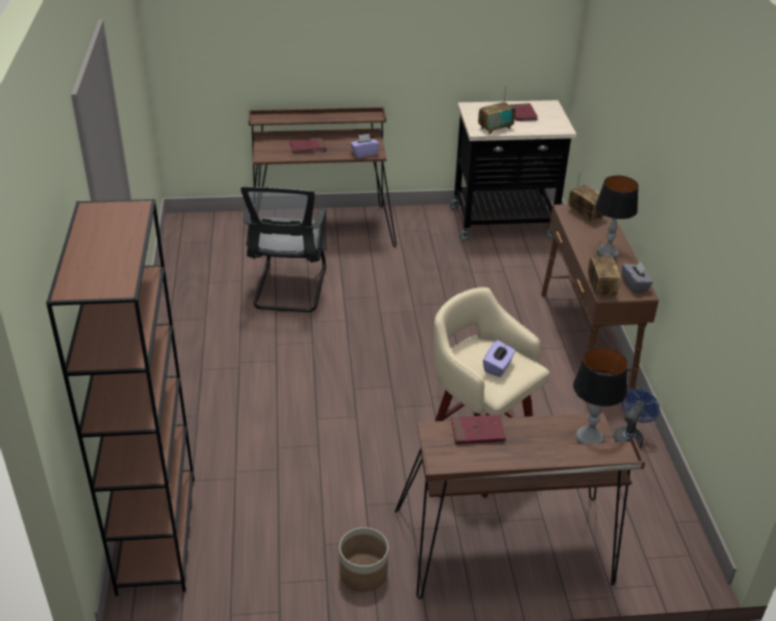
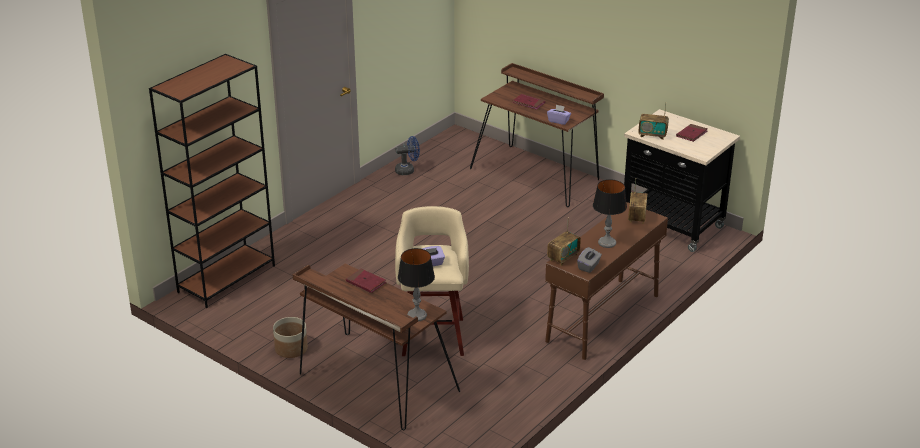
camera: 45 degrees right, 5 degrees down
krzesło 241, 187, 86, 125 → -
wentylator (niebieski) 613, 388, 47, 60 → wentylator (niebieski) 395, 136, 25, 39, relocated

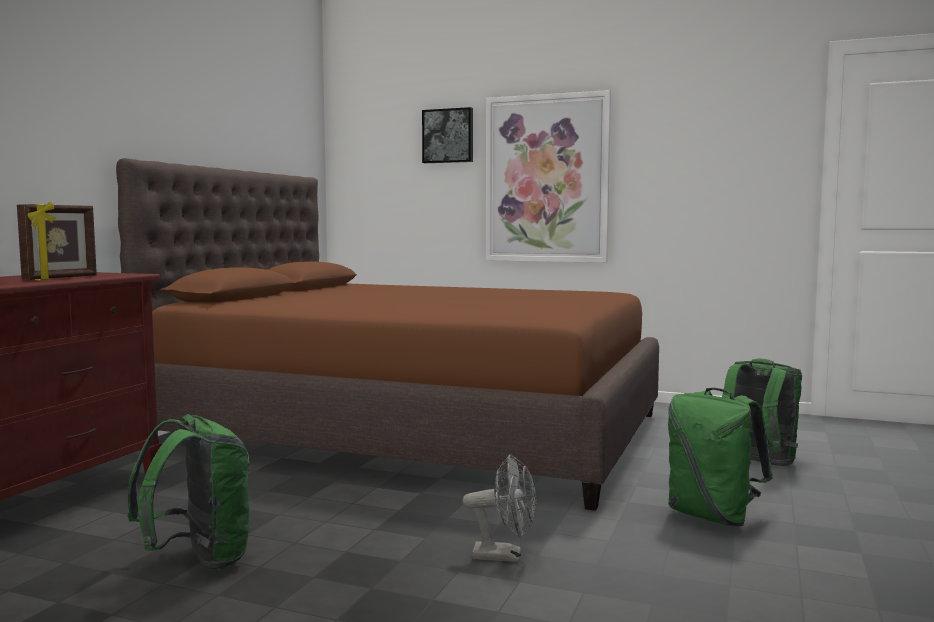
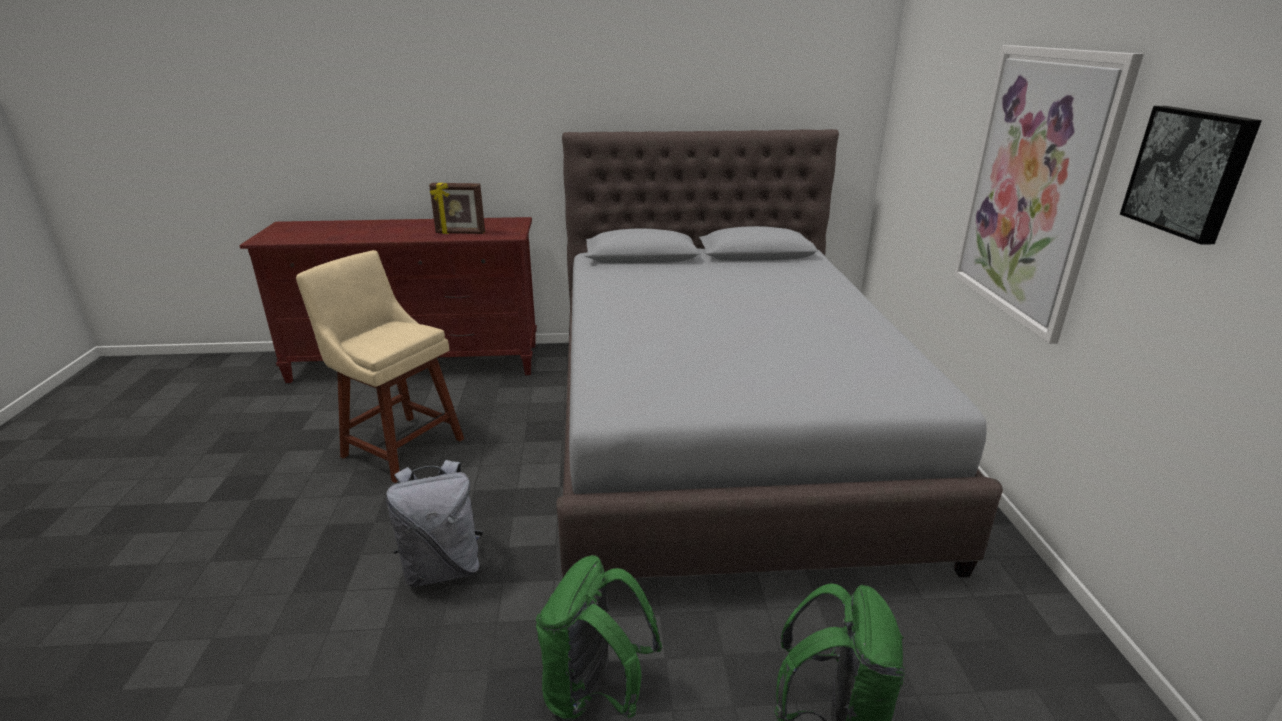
camera: 65 degrees right, 20 degrees up
obraz 422, 107, 51, 56 → obraz 1120, 106, 142, 139, relocated
łóżko (brązowy) 116, 158, 543, 353 → łóżko (szary) 556, 129, 447, 449
plecak (zielony) 128, 414, 123, 157 → krzesło (beżowy) 296, 250, 168, 233
wentylator (szary) 463, 454, 74, 108 → plecak (szary) 386, 460, 97, 127

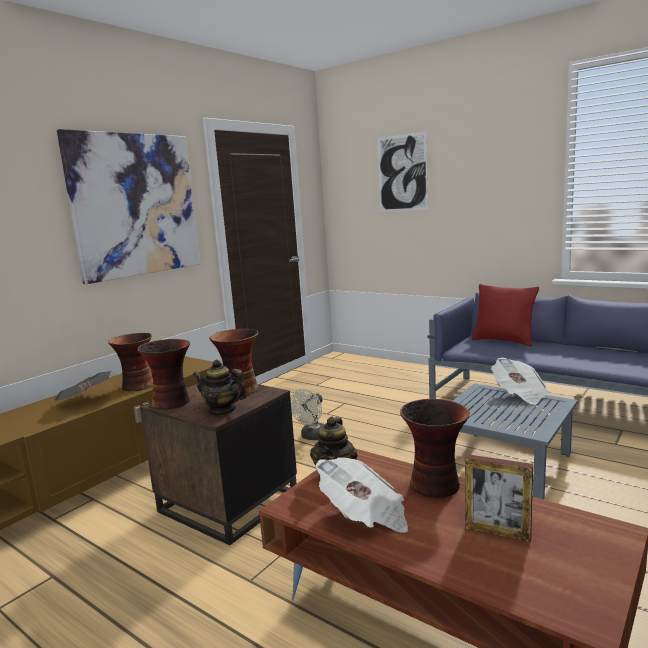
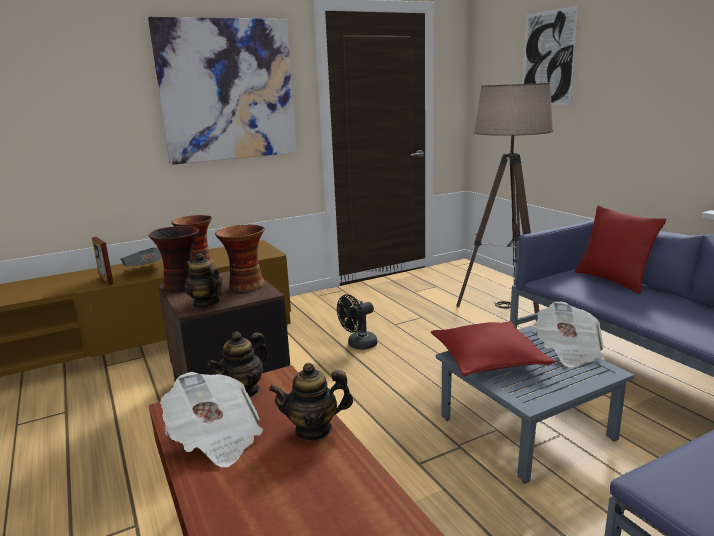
camera: 25 degrees right, 5 degrees up
wentylator (beżowy) 290, 389, 35, 51 → wentylator (czarny) 337, 295, 40, 55
wazon 400, 399, 70, 99 → imbryk 269, 363, 84, 78
ramka na zdjęcie 465, 454, 68, 88 → ramka na zdjęcie 92, 237, 22, 48, relocated
- → lampa stojąca 456, 83, 97, 239
- → poduszka (czerwony) 431, 321, 124, 55

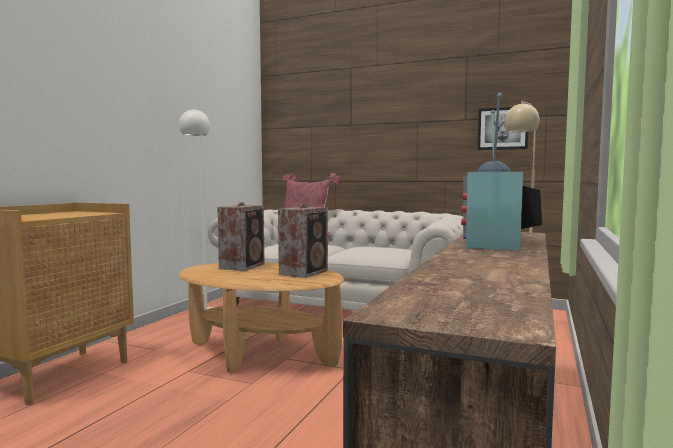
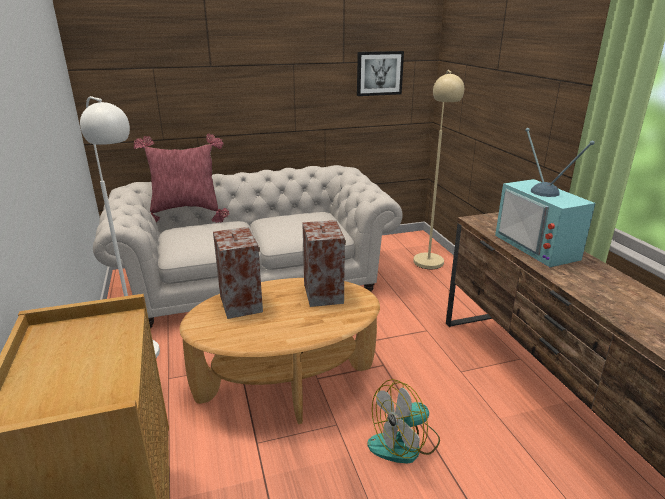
camera: 40 degrees left, 20 degrees up
- → wentylator 367, 379, 73, 85

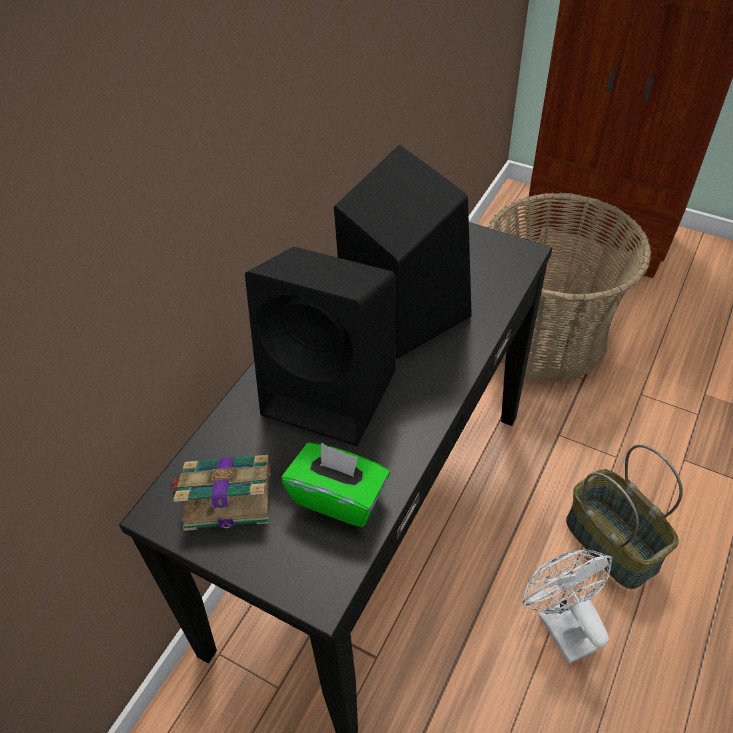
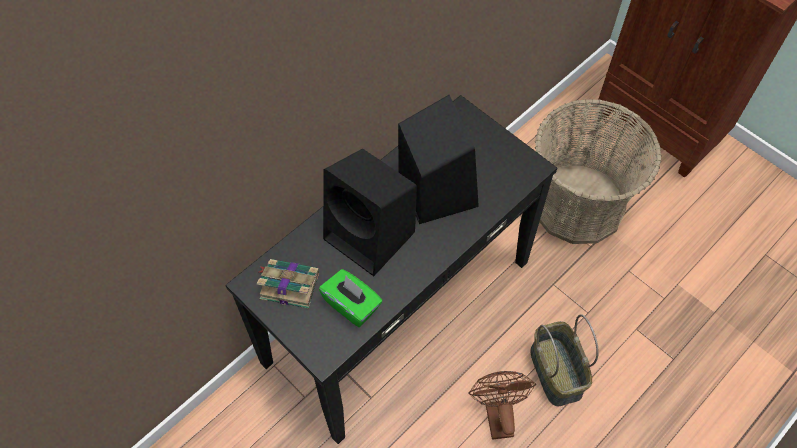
camera: 15 degrees right, 10 degrees up
wentylator (biały) 522, 549, 91, 115 → wentylator (brązowy) 468, 371, 68, 69

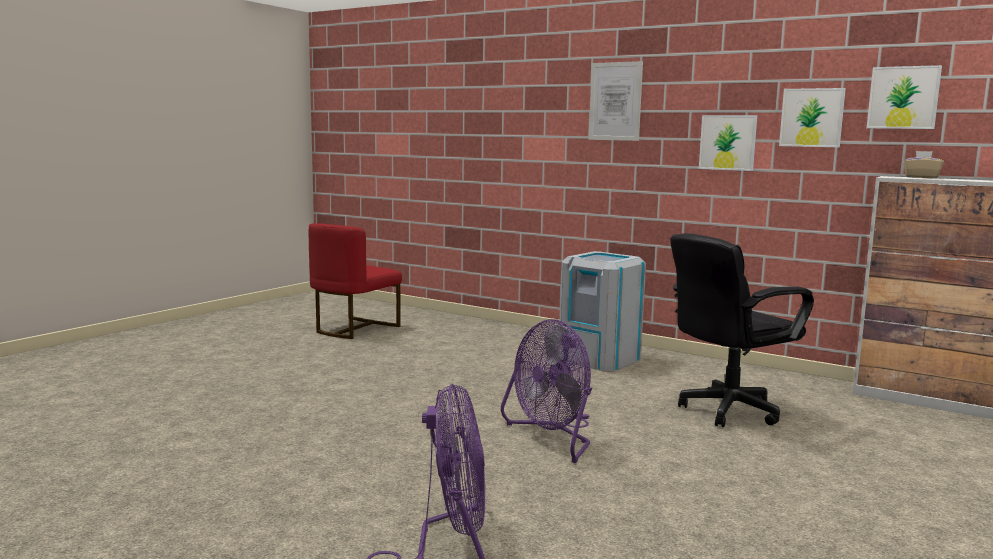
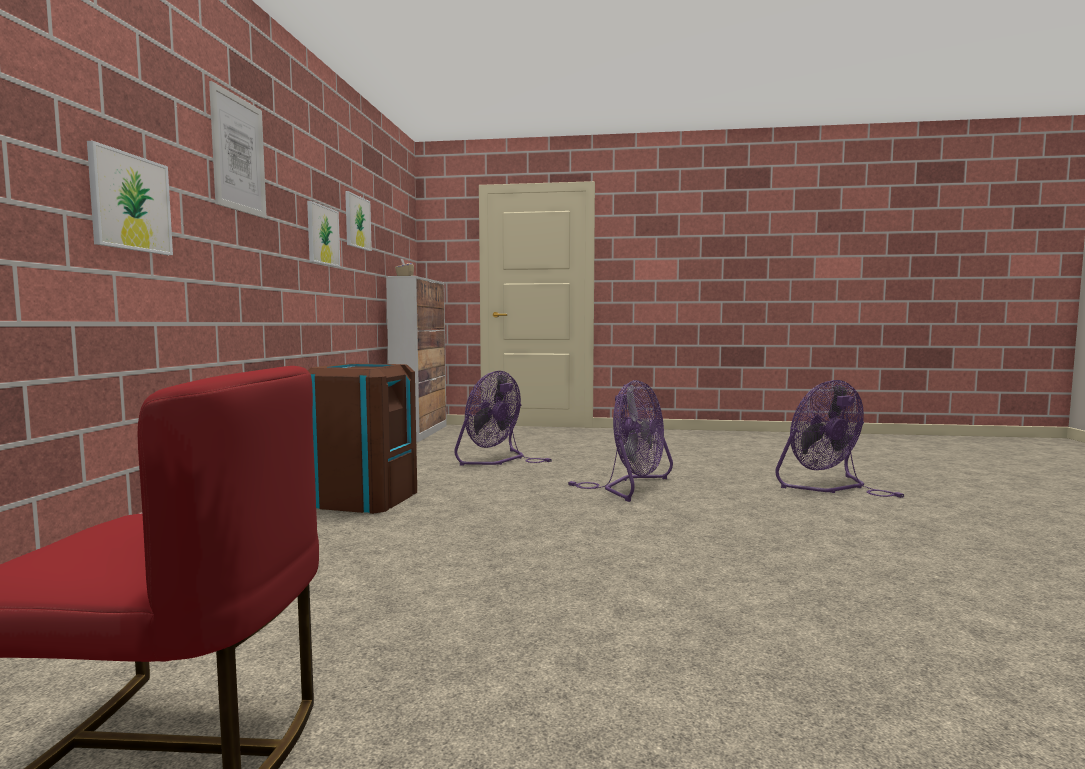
camera: 115 degrees left, 5 degrees down
obraz 867, 65, 75, 64 → obraz 87, 141, 86, 114, relocated
krzesło biurowe (czarny) 670, 233, 144, 194 → wentylator (fioletowy) 454, 371, 98, 95
kosz na śmieci (szary) 559, 251, 87, 121 → kosz na śmieci (brązowy) 308, 363, 109, 151

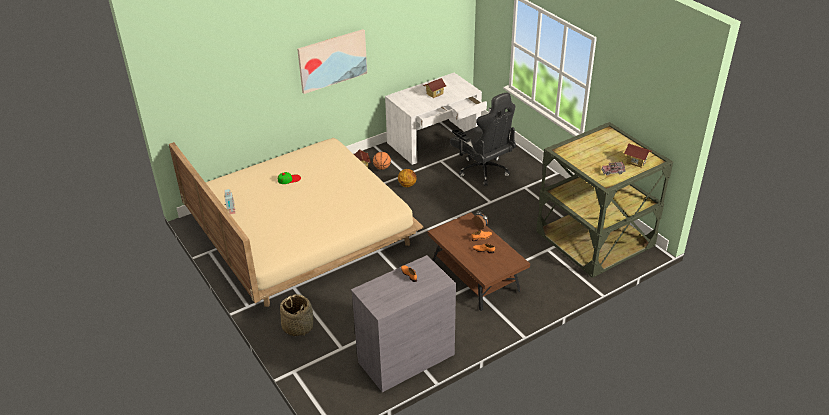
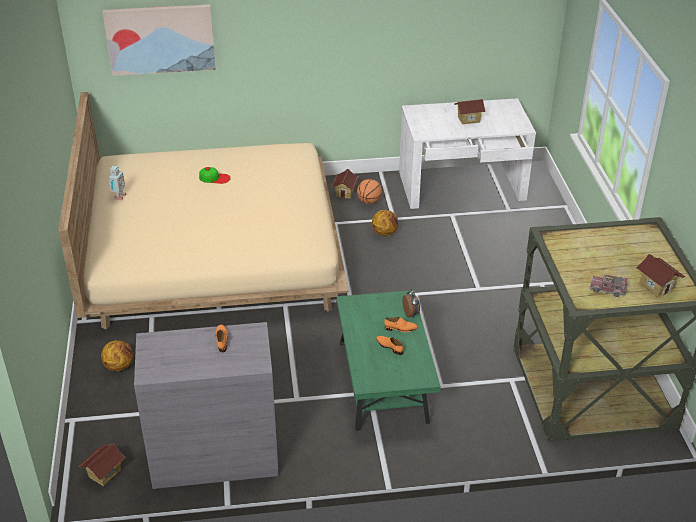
camera: 25 degrees right, 0 degrees up
obraz 297, 29, 70, 65 → obraz 103, 5, 113, 71, relocated
krzesło biurowe (czarny) 450, 92, 66, 94 → -
ława (brązowy) 428, 213, 102, 98 → ława (zielony) 336, 290, 105, 141
koszyk 280, 294, 33, 42 → piłka do koszykówki 101, 340, 32, 31
- → domek 78, 444, 48, 42

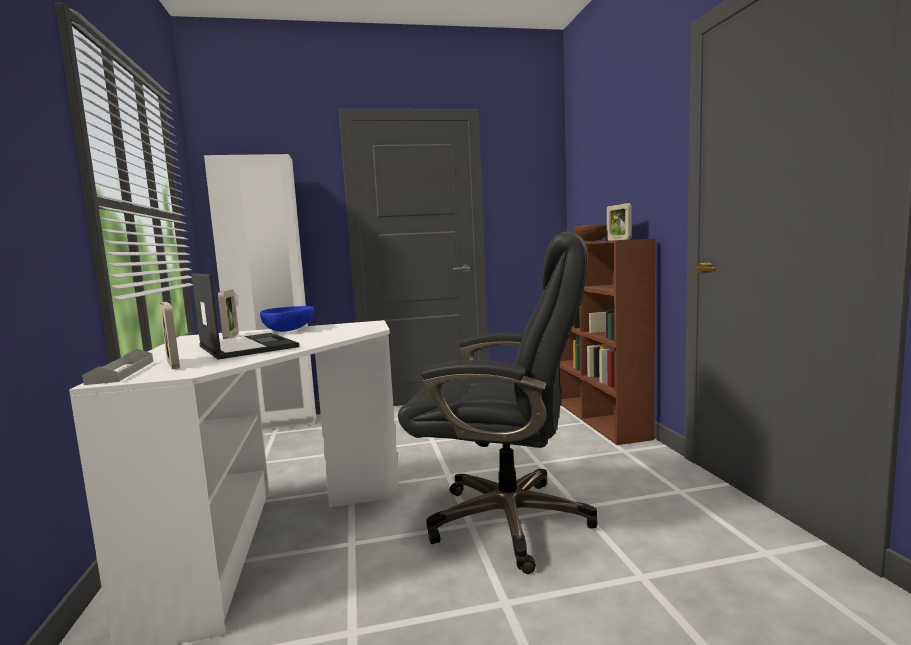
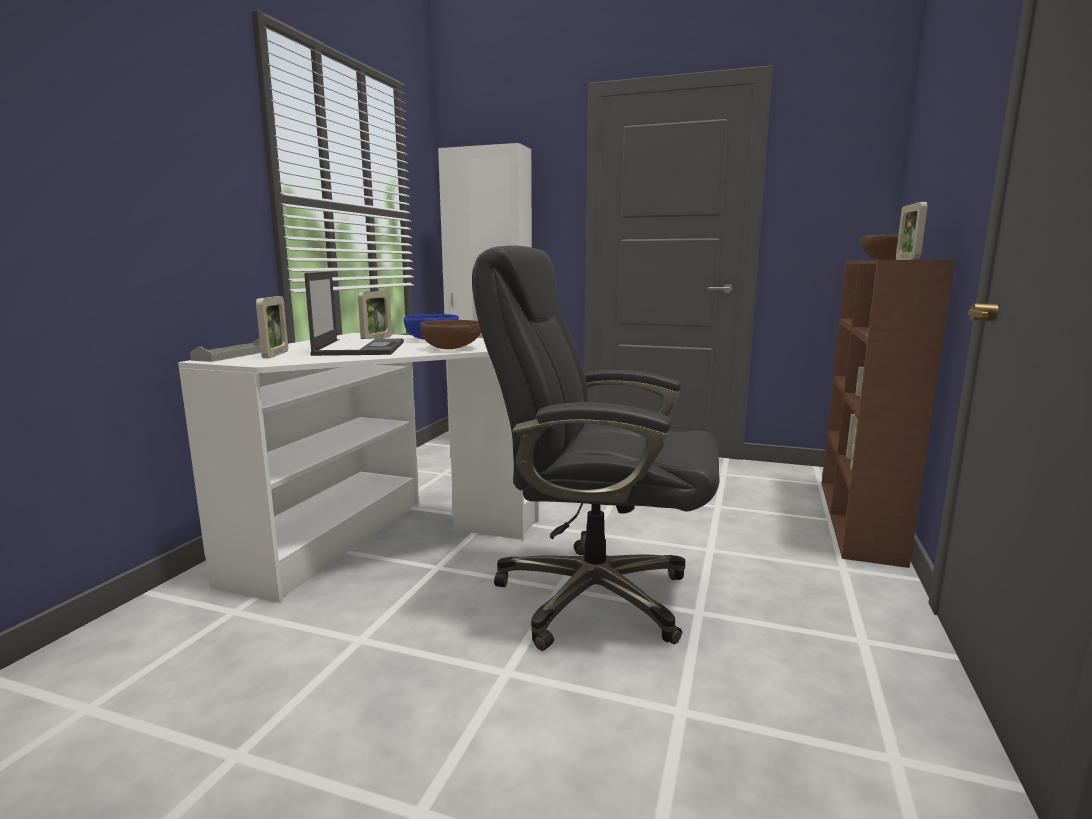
camera: 30 degrees right, 5 degrees up
krzesło biurowe (czarny) 398, 231, 200, 343 → krzesło biurowe (czarny) 472, 245, 247, 406, 150 degrees clockwise
- → miska (brązowy) 421, 320, 60, 29

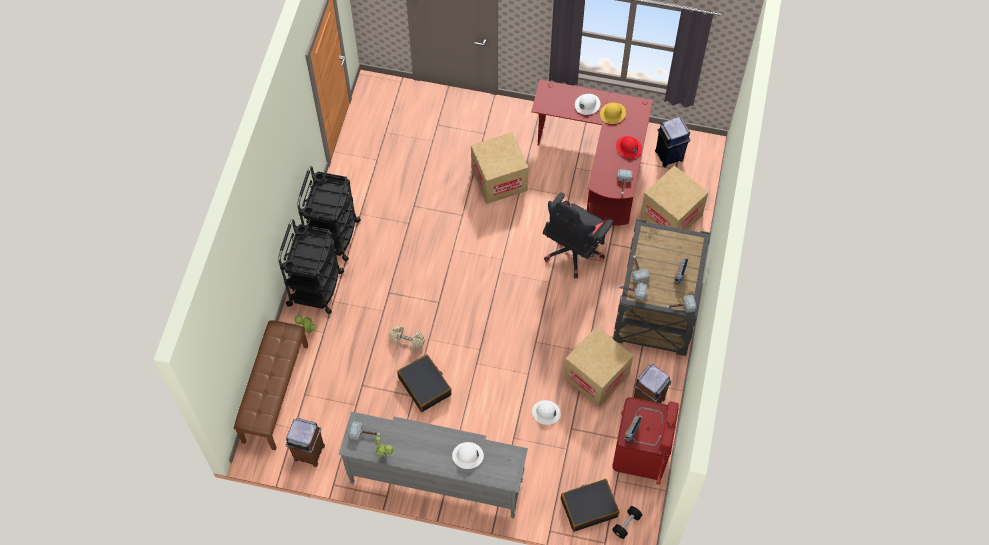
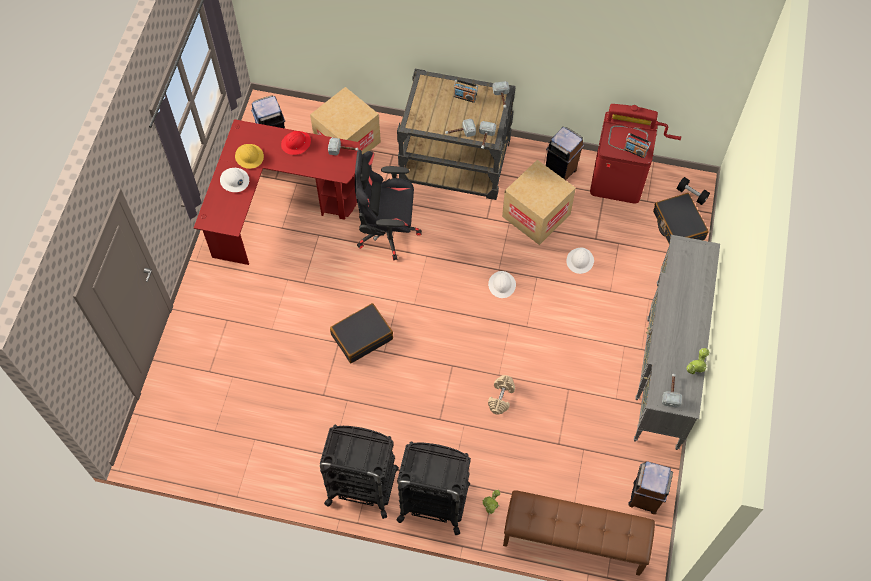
camera: 90 degrees left, 0 degrees up
karton 471, 132, 57, 72 → -
krzesło biurowe (czarny) 543, 193, 70, 86 → krzesło biurowe (czarny) 355, 150, 67, 110, 150 degrees clockwise
walizka (czarny) 397, 354, 55, 58 → walizka (czarny) 330, 303, 63, 60, relocated
kask (biały) 452, 442, 32, 27 → kask (biały) 488, 271, 28, 27, relocated

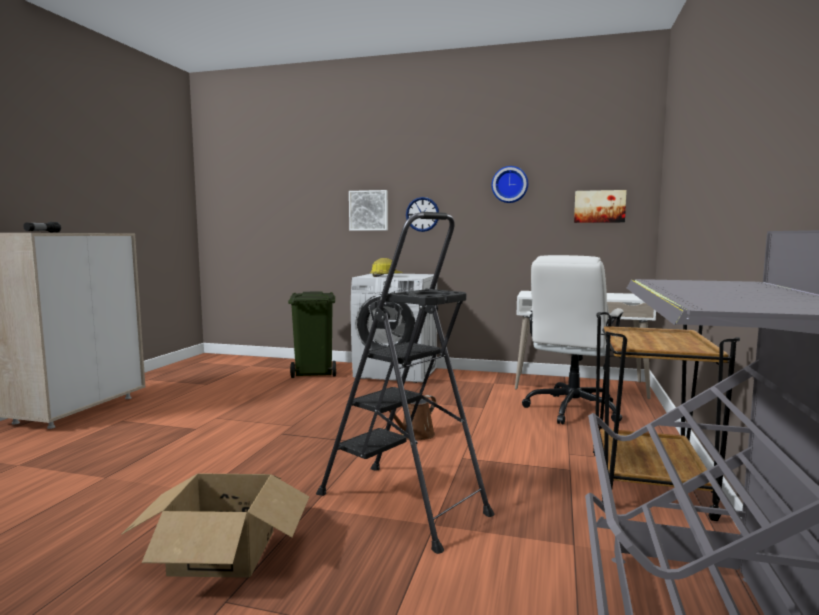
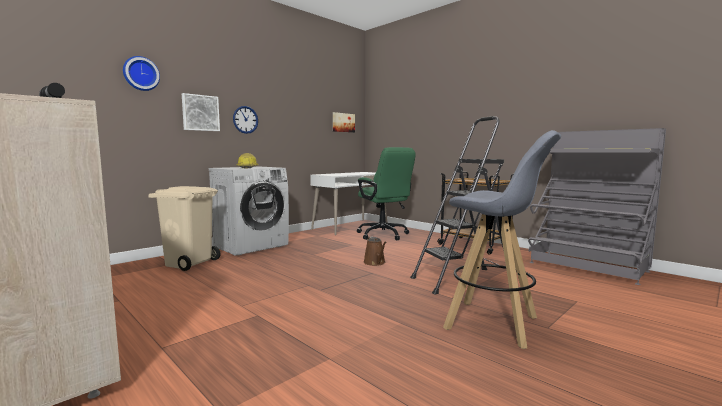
camera: 60 degrees left, 0 degrees up
zegar ścienny 492, 166, 36, 37 → zegar ścienny 123, 56, 37, 35, relocated
krzesło biurowe (biały) 522, 255, 102, 170 → krzesło biurowe (zielony) 357, 147, 59, 93
kosz na śmieci (zielony) 288, 291, 48, 87 → kosz na śmieci (beżowy) 148, 186, 72, 85
karton 121, 473, 188, 105 → stołek (szary) 443, 130, 118, 219

